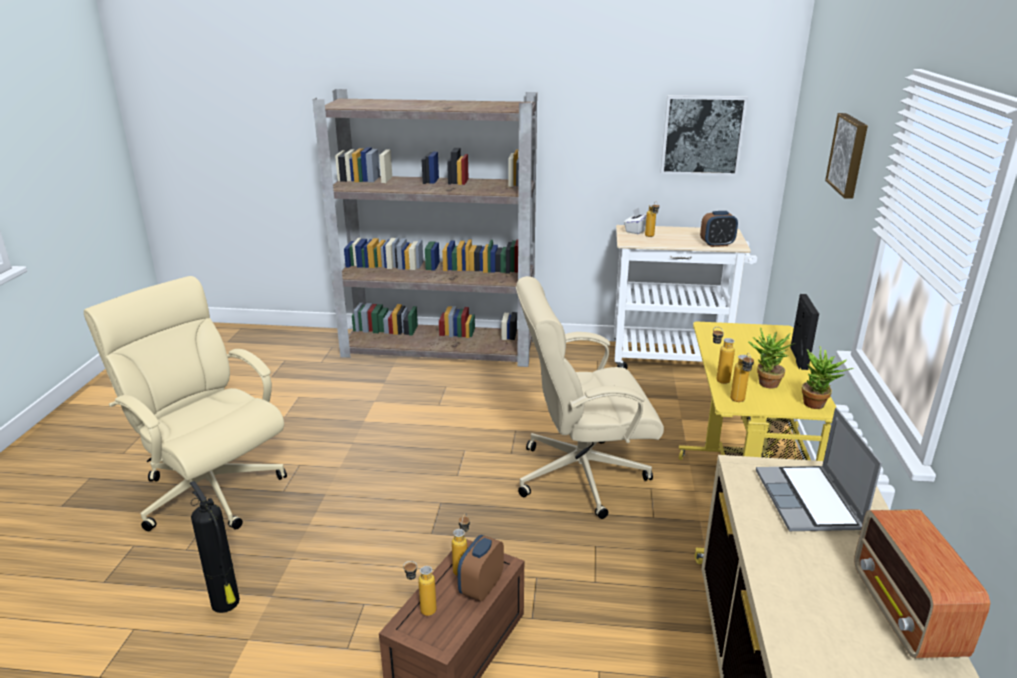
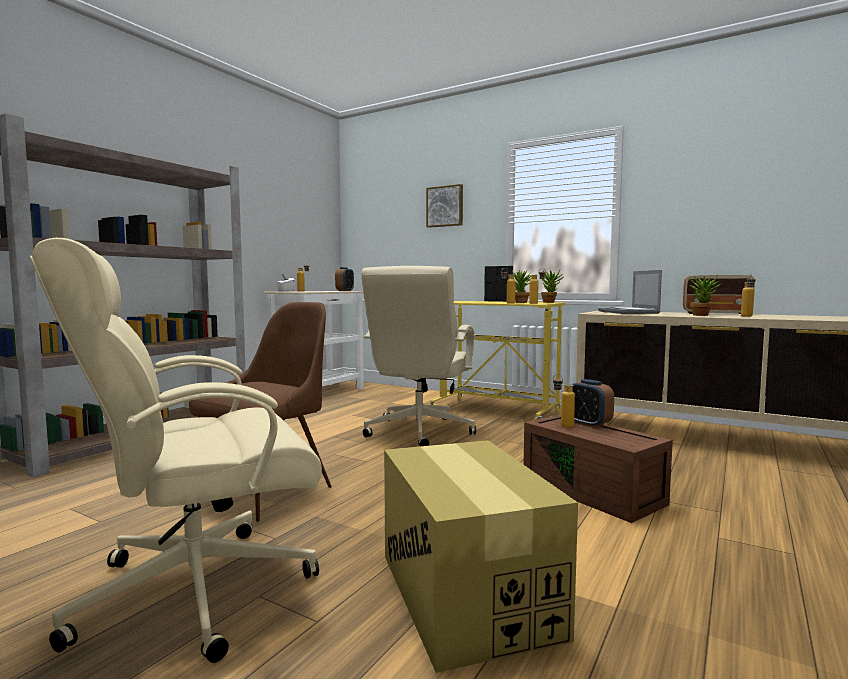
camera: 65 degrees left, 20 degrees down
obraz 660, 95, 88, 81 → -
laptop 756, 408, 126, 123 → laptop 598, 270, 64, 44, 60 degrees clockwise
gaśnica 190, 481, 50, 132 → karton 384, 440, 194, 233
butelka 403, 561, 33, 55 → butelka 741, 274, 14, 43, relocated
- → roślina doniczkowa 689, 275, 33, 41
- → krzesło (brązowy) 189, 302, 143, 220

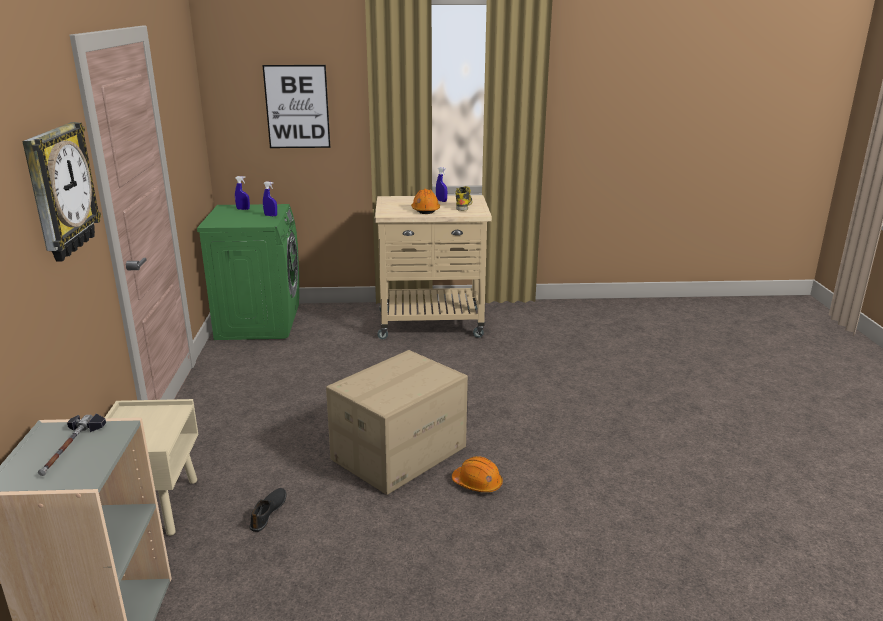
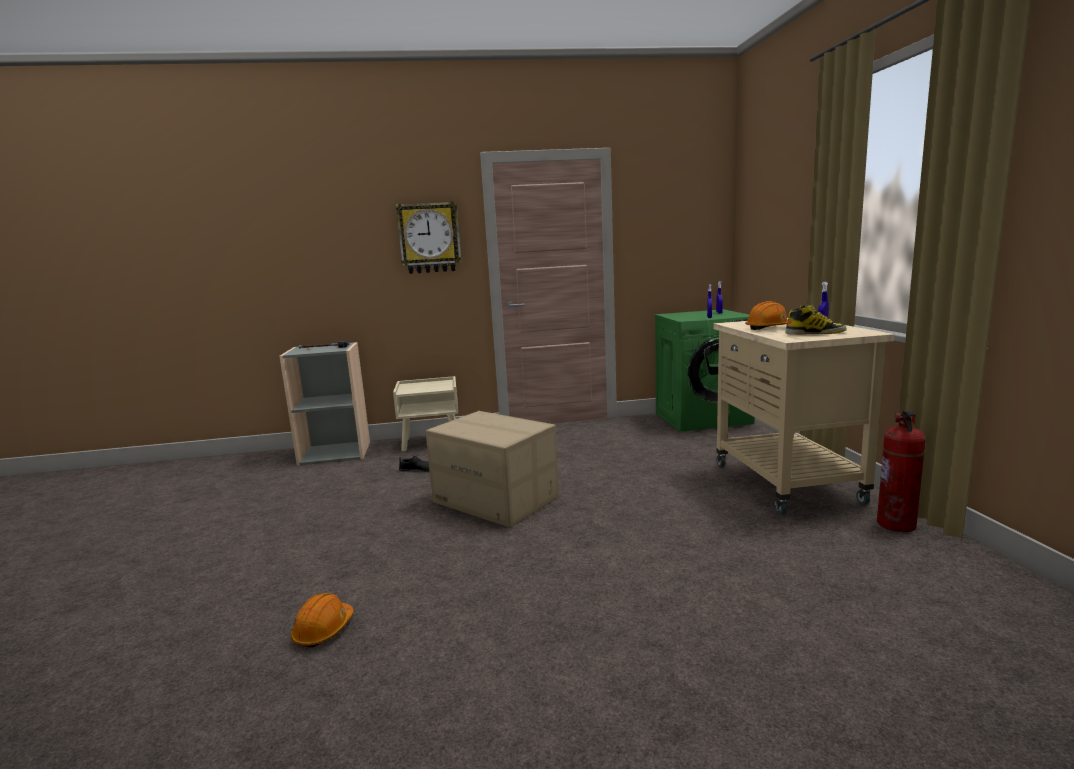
camera: 85 degrees right, 10 degrees down
obraz 262, 65, 68, 83 → -
kask (pomarańczowy) 452, 456, 51, 37 → kask (pomarańczowy) 290, 593, 64, 55, relocated
- → gaśnica 877, 410, 49, 122

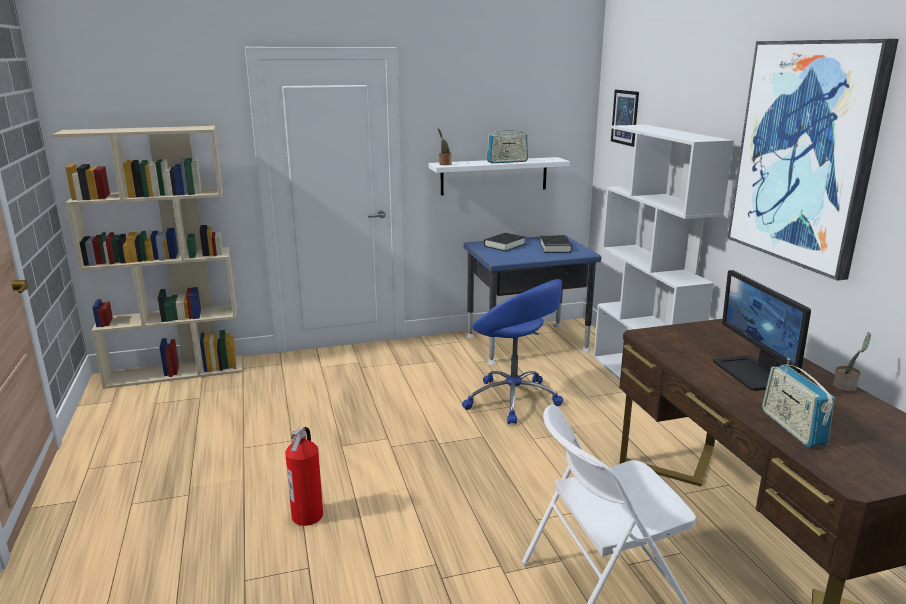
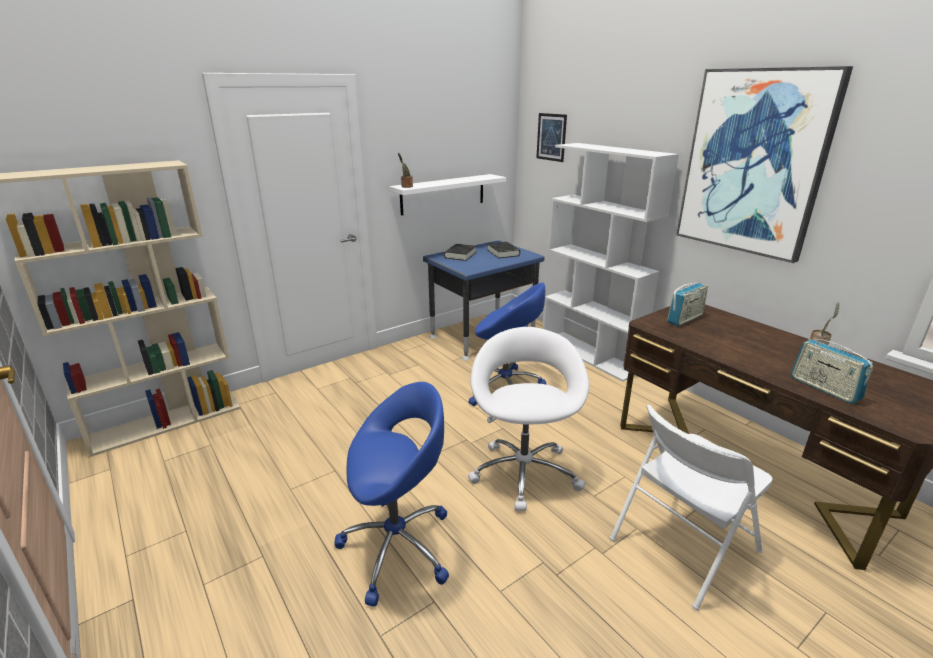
camera: 20 degrees left, 5 degrees up
radio 487, 127, 41, 36 → radio 667, 283, 41, 43, relocated
monitor 713, 270, 98, 121 → -
gaśnica 285, 427, 38, 99 → krzesło biurowe (niebieski) 334, 382, 115, 225
- → krzesło biurowe (biały) 468, 327, 121, 184

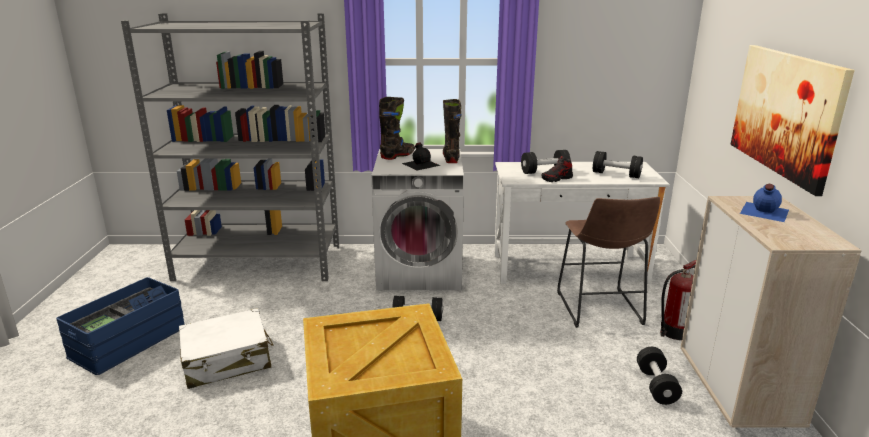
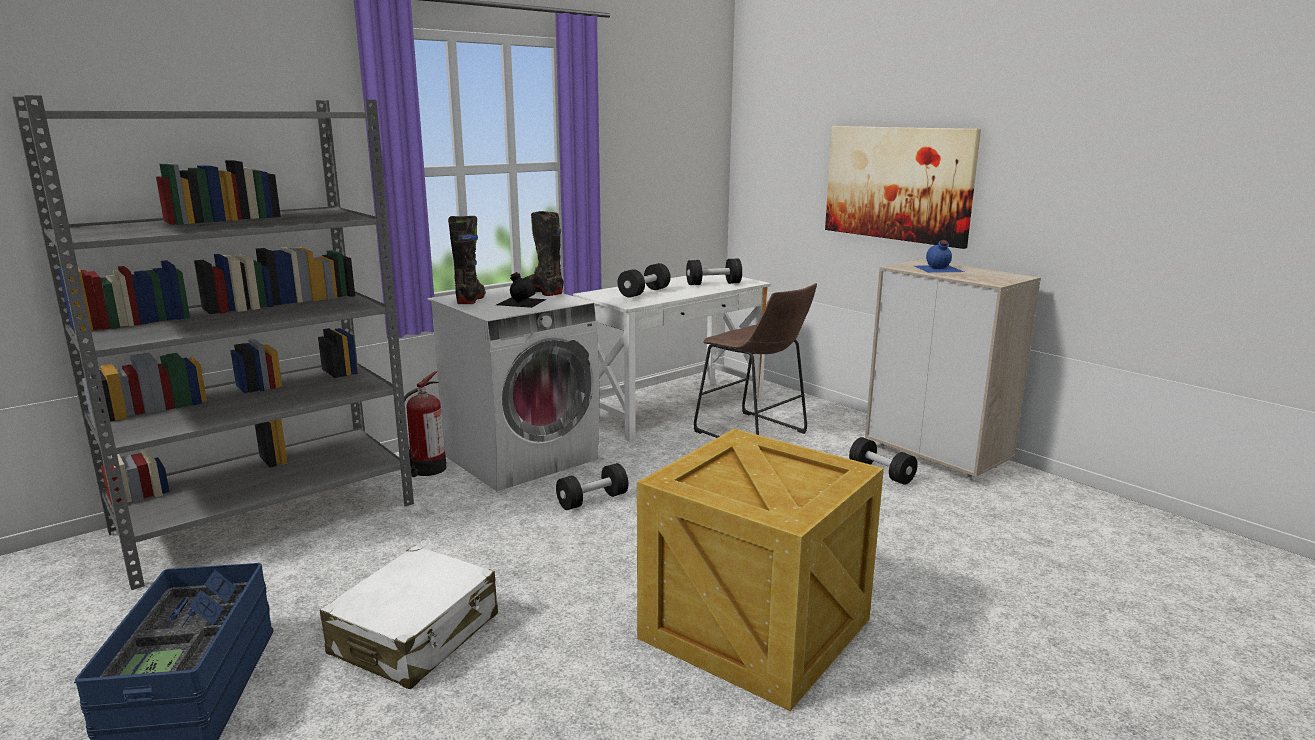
camera: 40 degrees left, 5 degrees down
but 541, 156, 32, 26 → -
gaśnica 660, 260, 36, 80 → gaśnica 400, 371, 46, 106, relocated

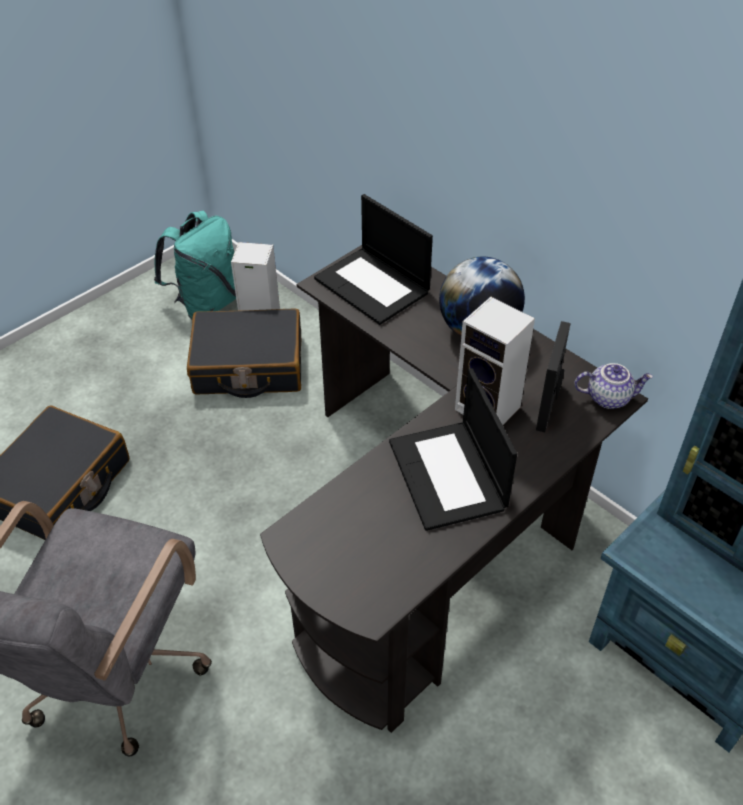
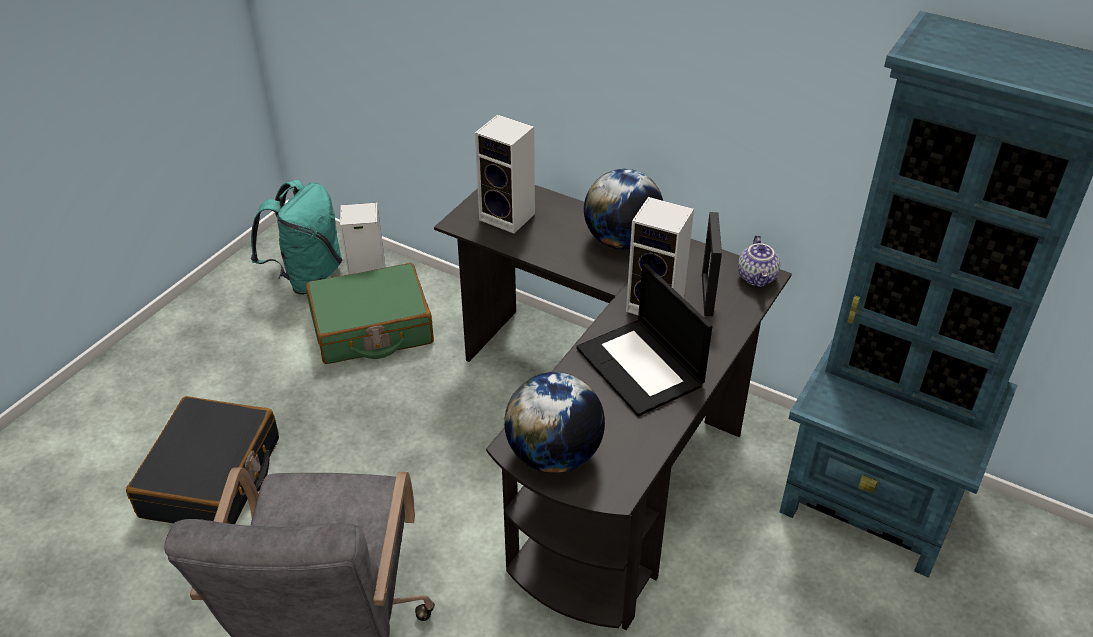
camera: 15 degrees left, 5 degrees down
laptop 314, 194, 119, 131 → głośnik 475, 114, 60, 120
walizka (czarny) 187, 308, 114, 90 → walizka (zielony) 306, 263, 128, 101
imbryk 574, 363, 79, 46 → imbryk 738, 235, 42, 52, 105 degrees clockwise
- → globus 504, 372, 101, 101

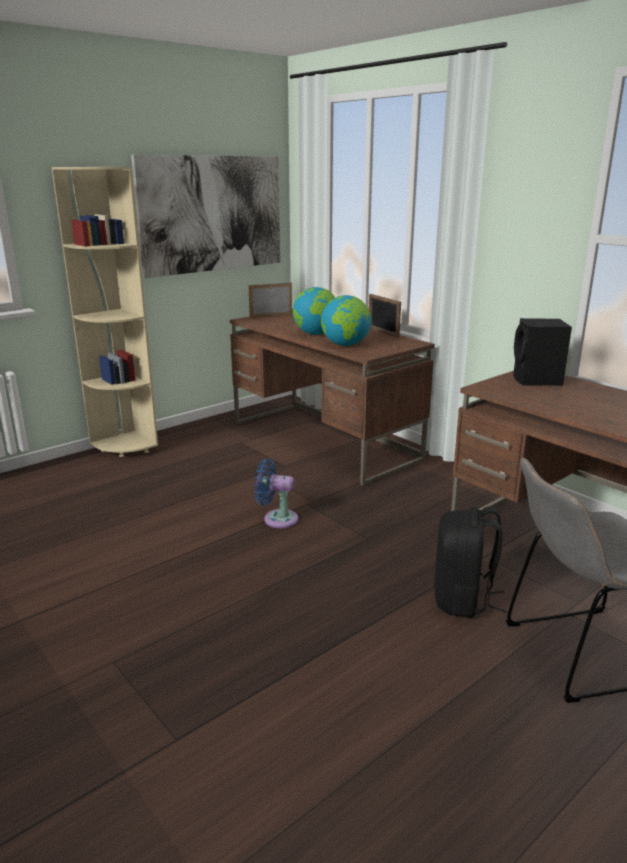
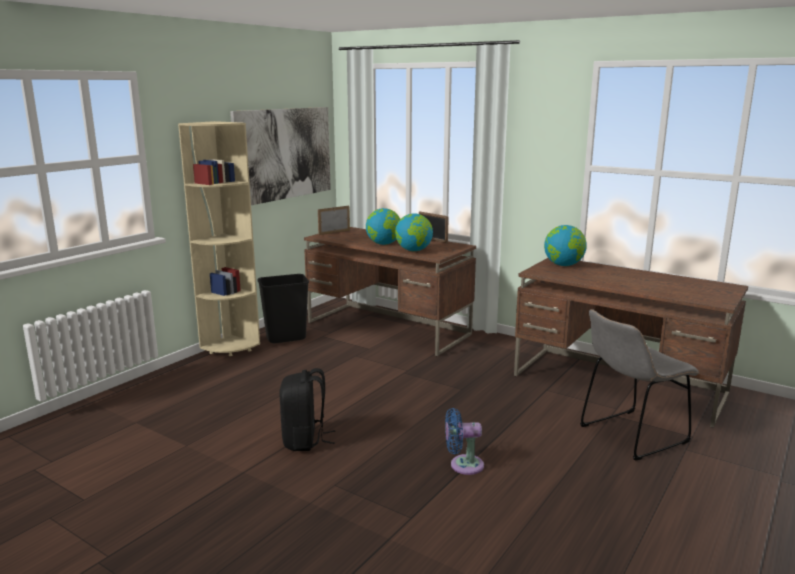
camera: 15 degrees left, 5 degrees down
głośnik (czarny) 513, 318, 59, 68 → globus 544, 225, 43, 41
wentylator (niebieski) 254, 459, 44, 69 → wentylator (niebieski) 445, 408, 39, 67, relocated
plecak (czarny) 434, 507, 72, 111 → plecak (czarny) 279, 368, 56, 83, relocated
- → kosz na śmieci (czarny) 258, 274, 51, 69

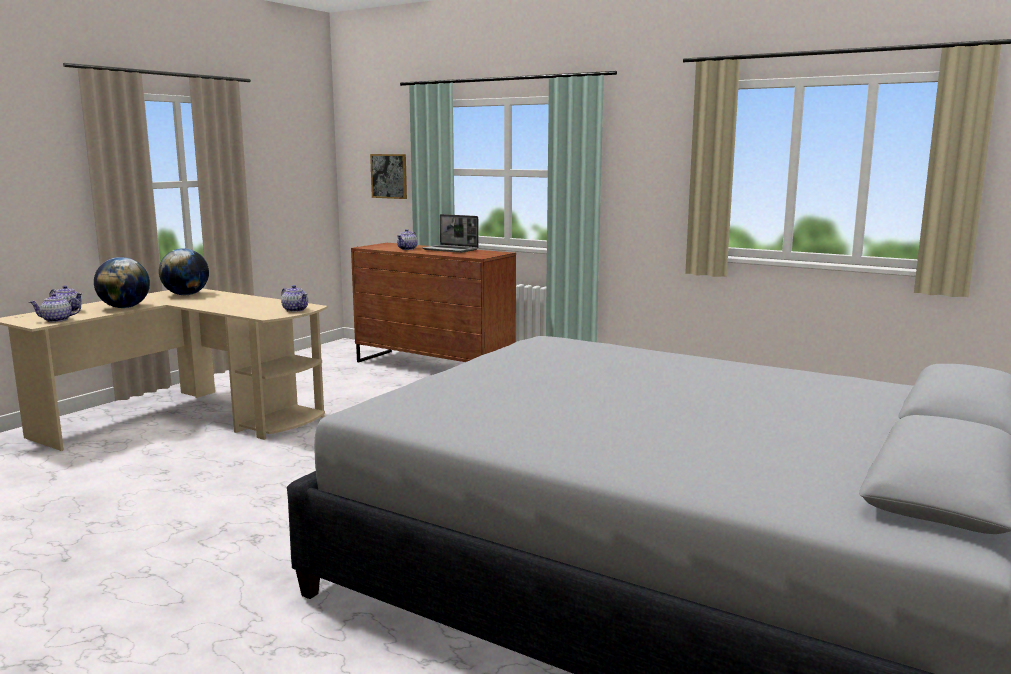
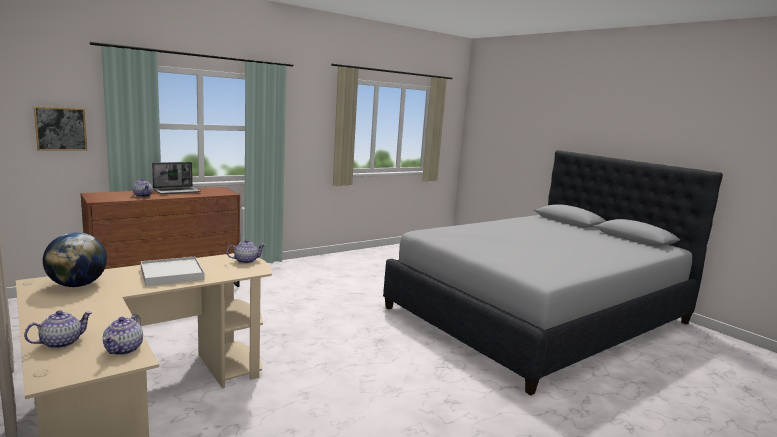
camera: 70 degrees left, 0 degrees up
globus 94, 257, 56, 51 → -
- → taca (biały) 141, 257, 64, 29

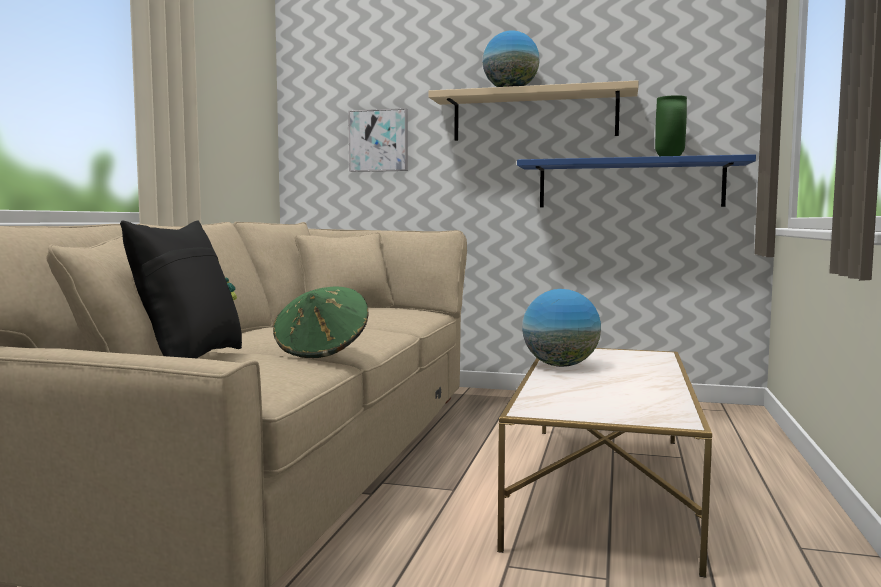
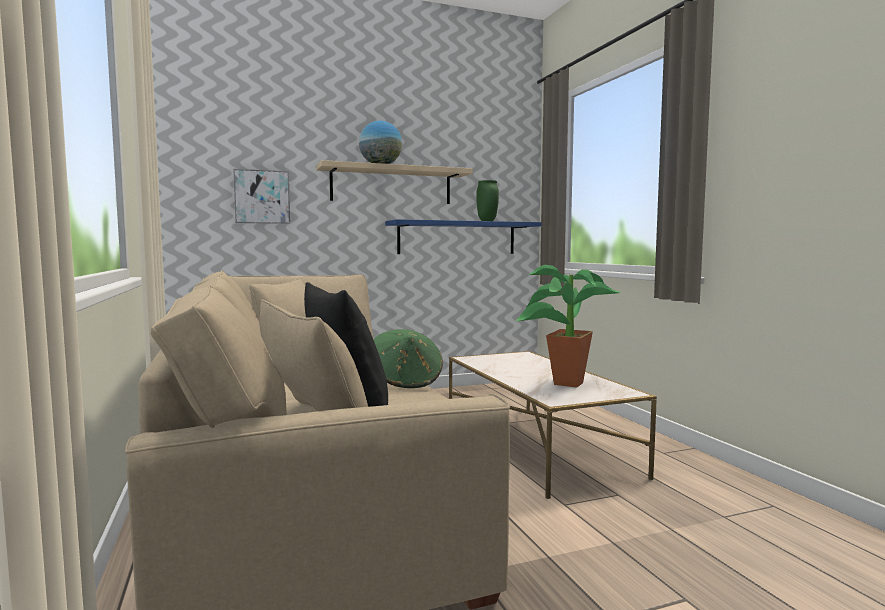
camera: 35 degrees left, 0 degrees up
globus 522, 289, 79, 78 → -
- → roślina doniczkowa 516, 265, 105, 123

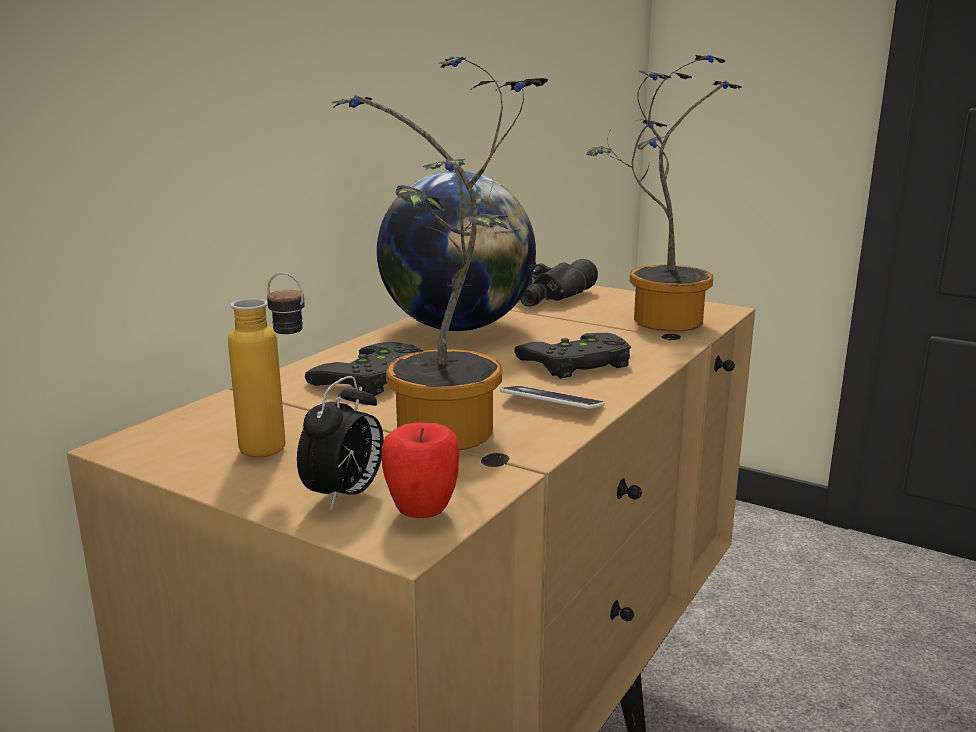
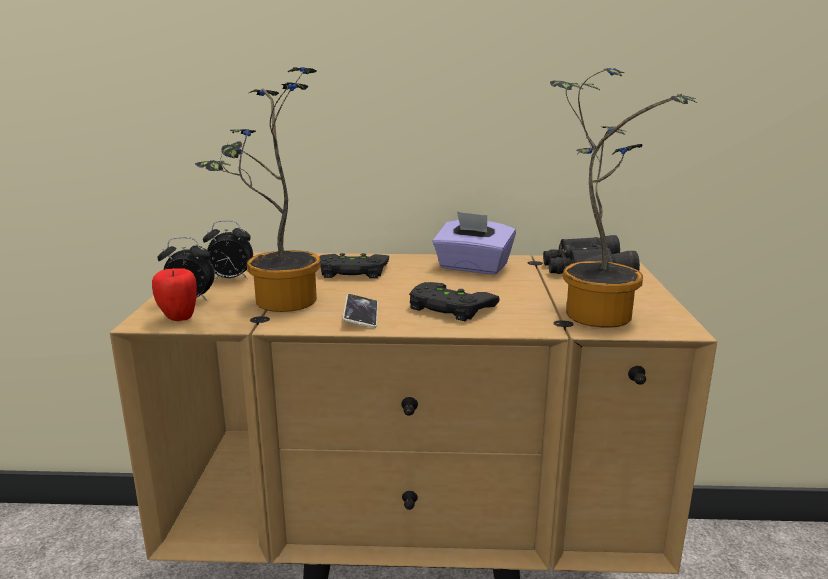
camera: 60 degrees right, 0 degrees up
globus 377, 171, 159, 160 → pudełko chusteczek (fioletowy) 433, 211, 83, 64
butelka 228, 272, 77, 185 → budzik 203, 220, 50, 61

